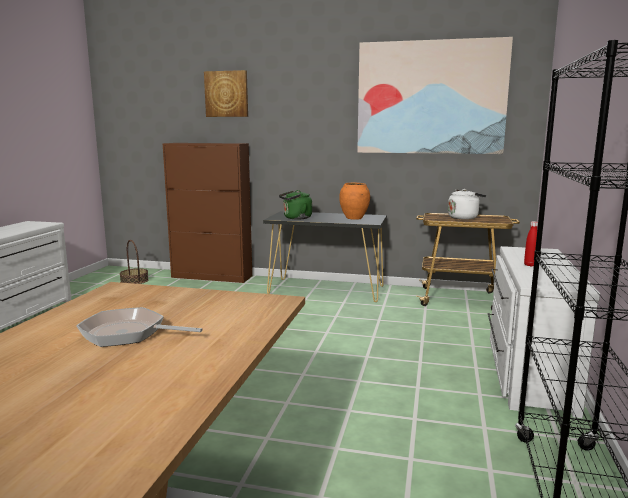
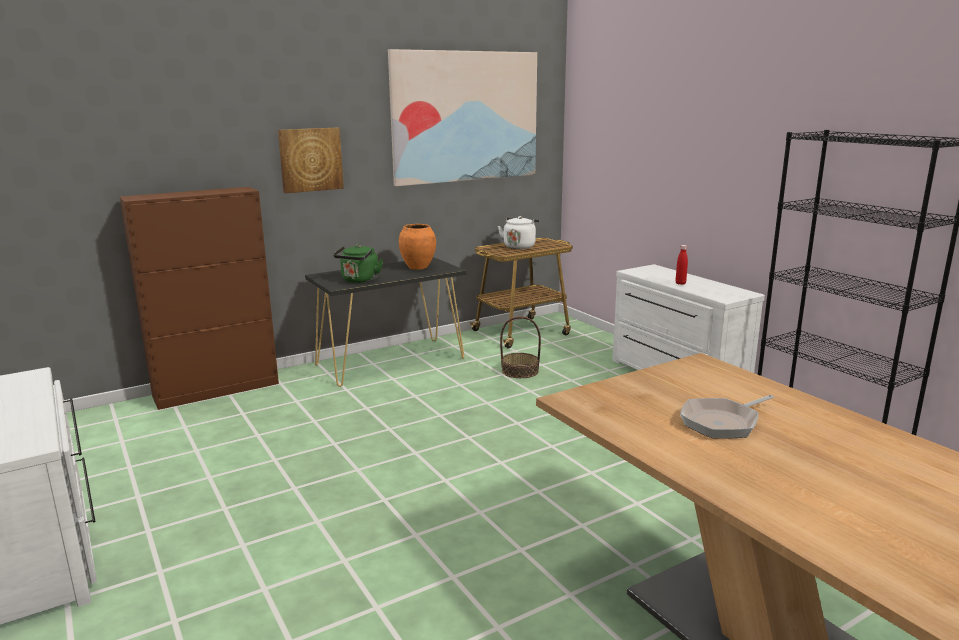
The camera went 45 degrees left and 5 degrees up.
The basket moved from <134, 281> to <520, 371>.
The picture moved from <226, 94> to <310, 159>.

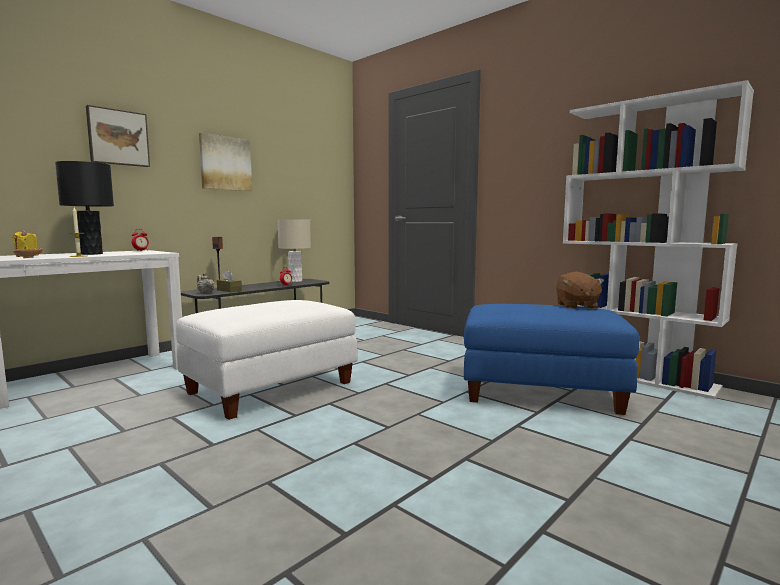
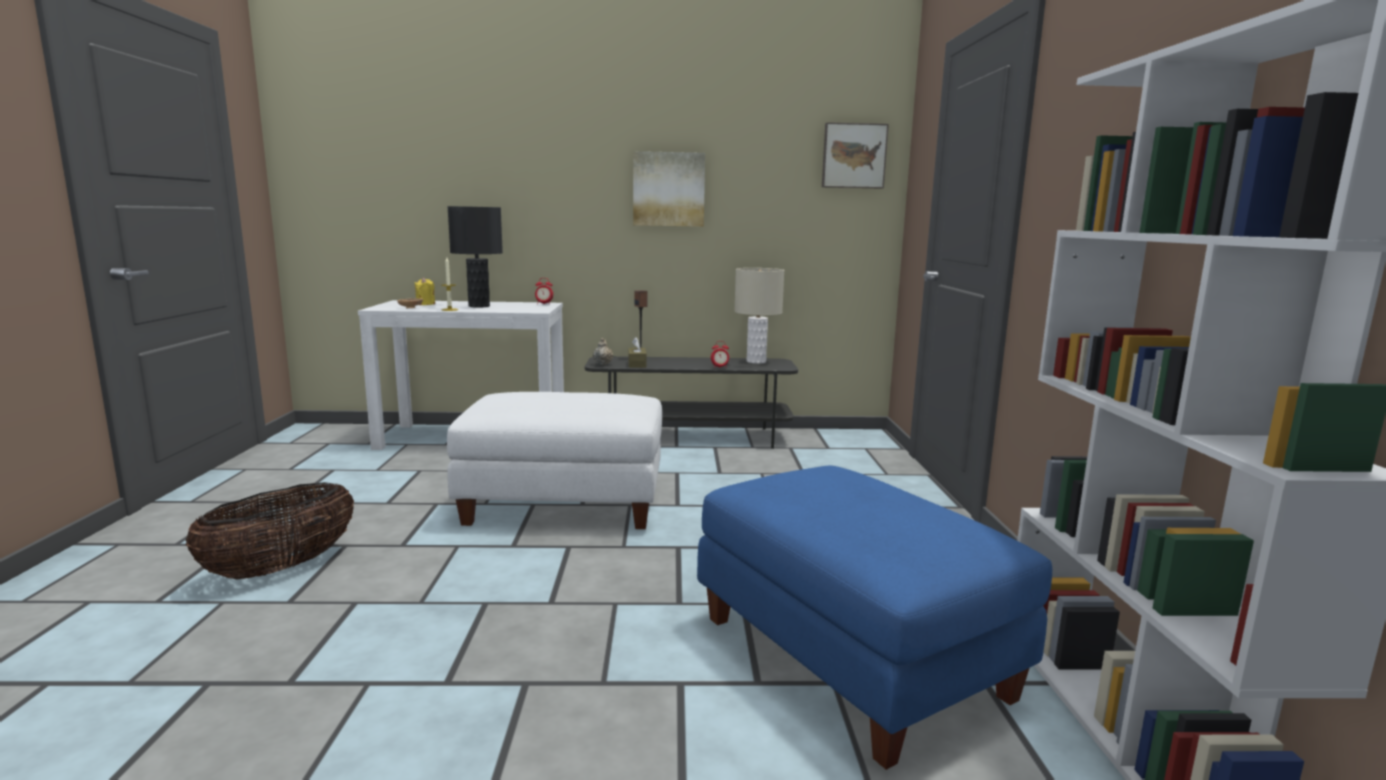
The camera went 45 degrees right and 5 degrees up.
The plush toy/brown at <576, 306> disappeared.
The basket at <281, 568> appeared.
The picture moved from <118, 137> to <853, 156>.

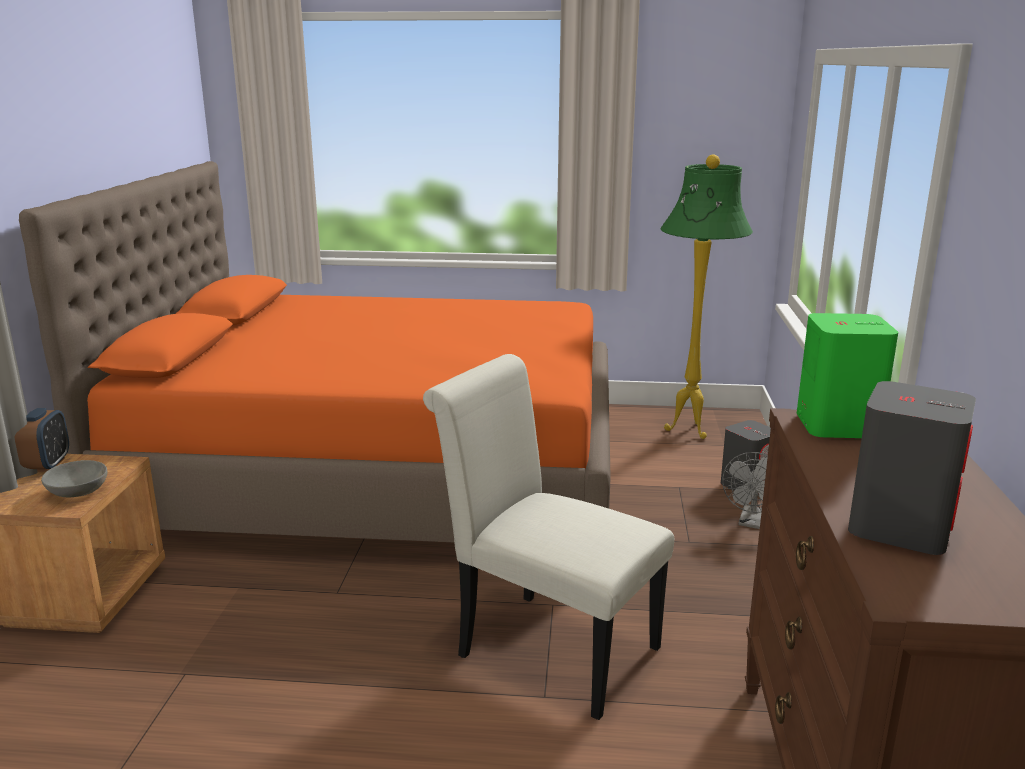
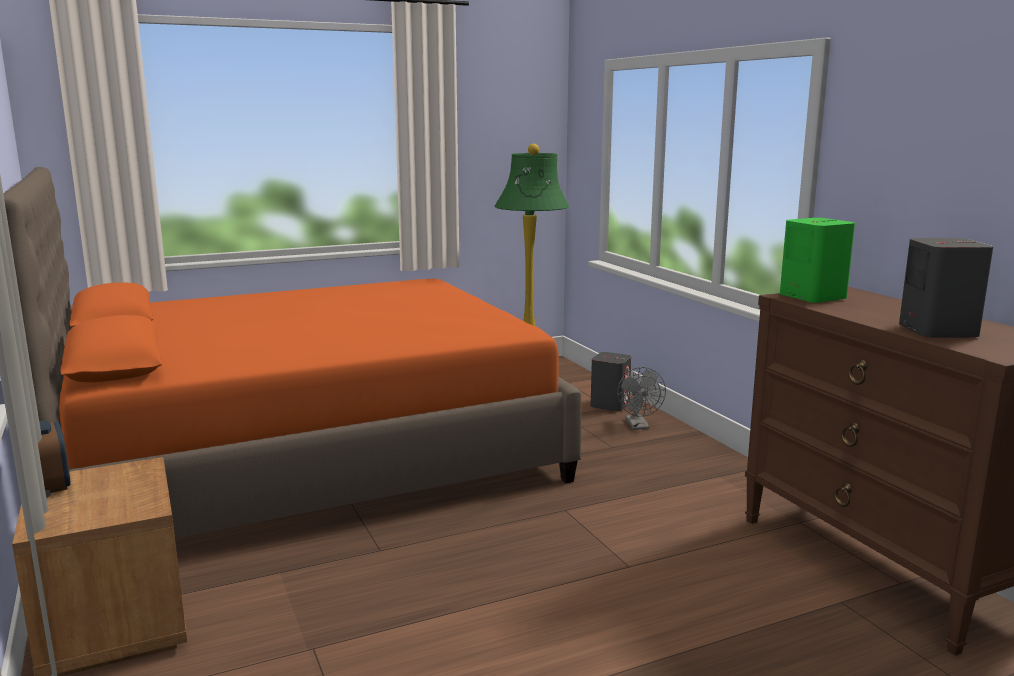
The camera went 30 degrees left and 5 degrees down.
The bowl/grey at <77, 492> disappeared.
The chair/white at <546, 647> disappeared.

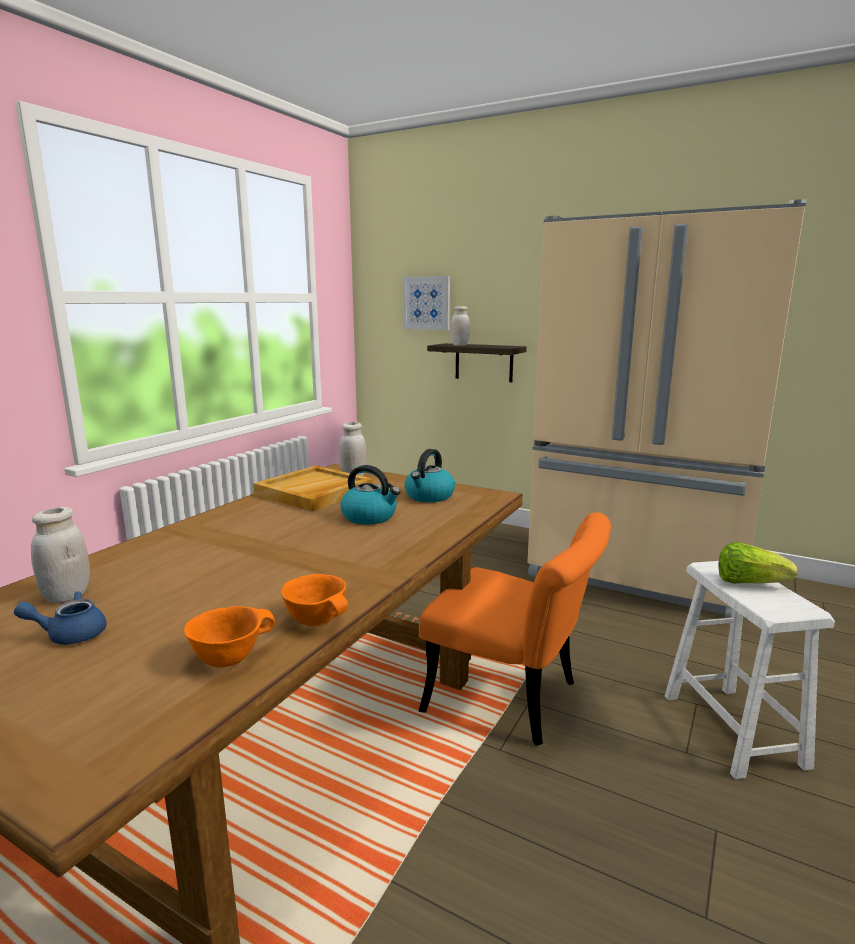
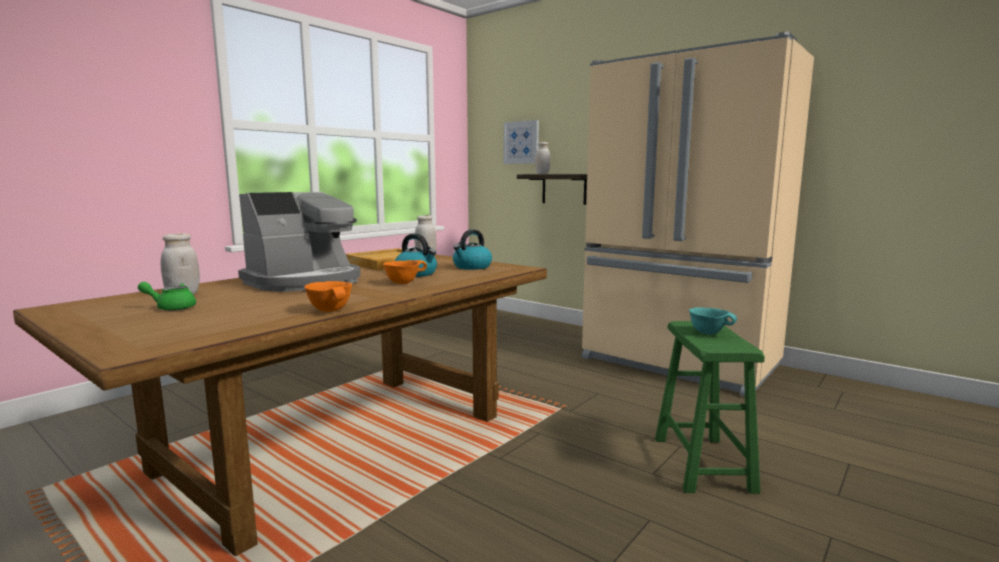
The camera went 10 degrees right and 5 degrees down.
The chair/orange at <514, 700> disappeared.
The coffee machine at <305, 282> appeared.
The bowl/orange moved from <229, 658> to <403, 283>.
The lettuce at <748, 583> was replaced by the bowl/turquoise at <709, 333>.
The teapot/blue at <69, 634> became the teapot/green at <171, 307>.
The stool/white at <733, 729> became the stool/green at <703, 464>.

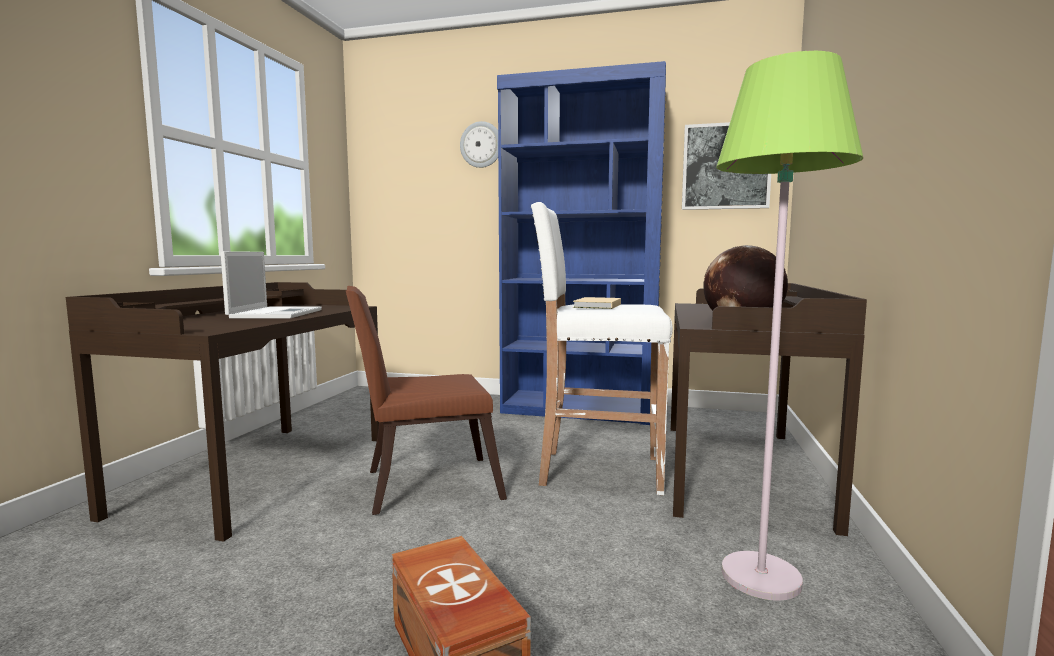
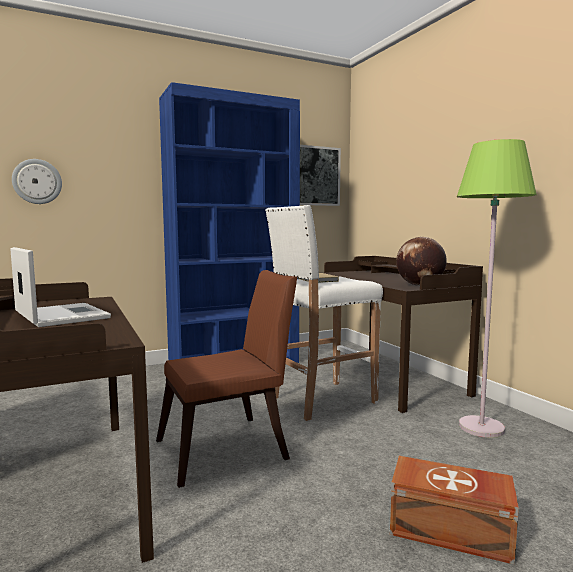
The camera went 40 degrees left and 0 degrees up.
The wall clock moved from <481, 145> to <37, 181>.
The chair/brown at <422, 485> turned 150 degrees counterclockwise.

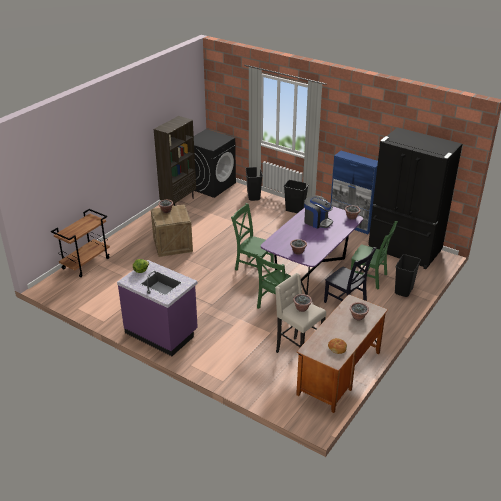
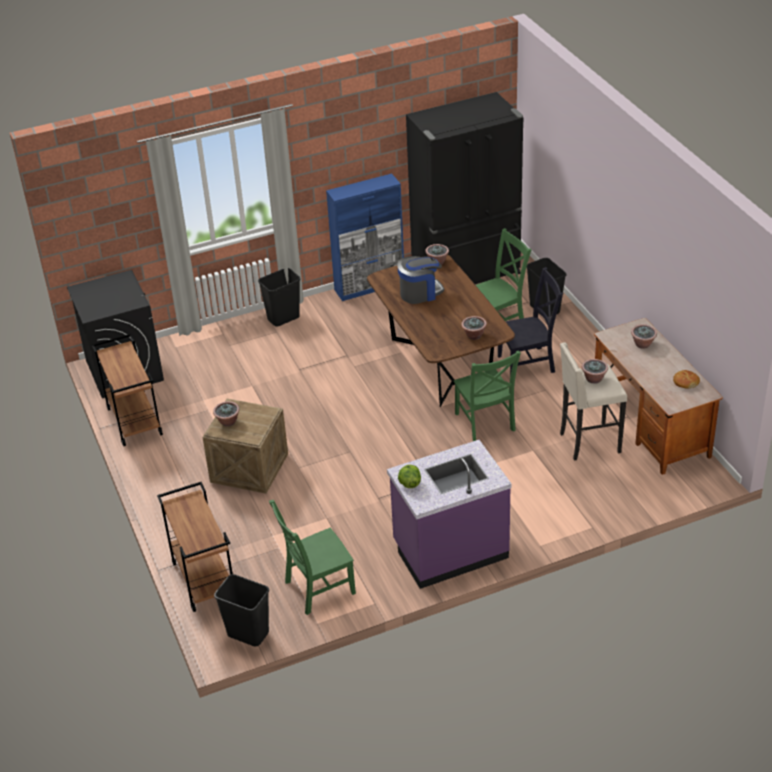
The camera went 55 degrees left and 5 degrees up.
The chair/green moved from <252, 266> to <317, 588>.
The trash can/black moved from <253, 196> to <247, 634>.
The bookcase/brown at <178, 202> was replaced by the cart/brown at <134, 421>.
The dining table/purple at <310, 272> became the dining table/brown at <439, 365>.

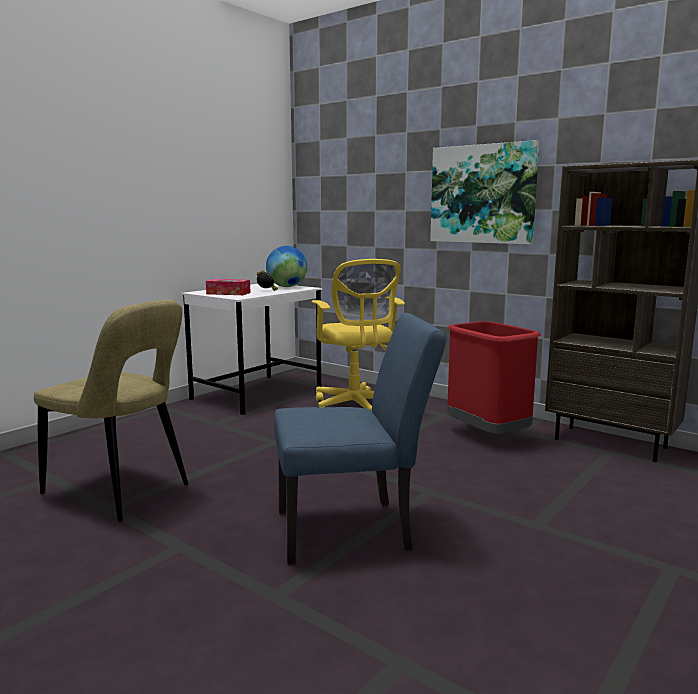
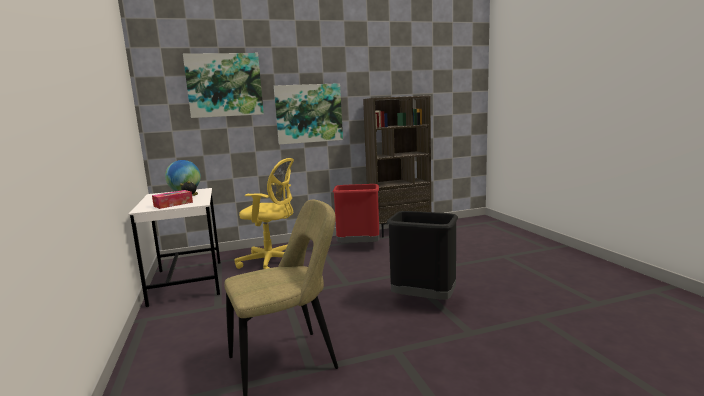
The camera went 55 degrees left and 0 degrees up.
The picture at <224, 85> appeared.
The chair/blue at <354, 529> was replaced by the trash can/black at <424, 299>.

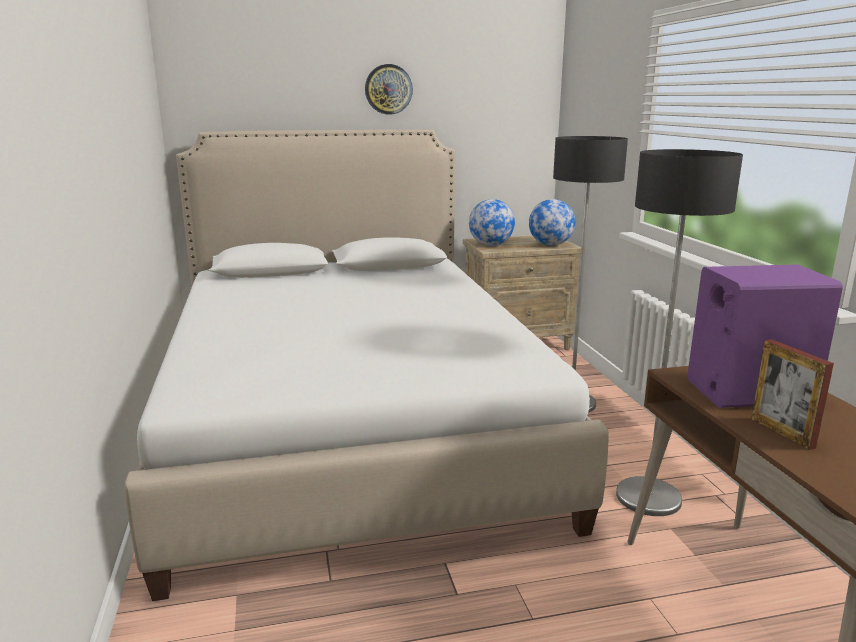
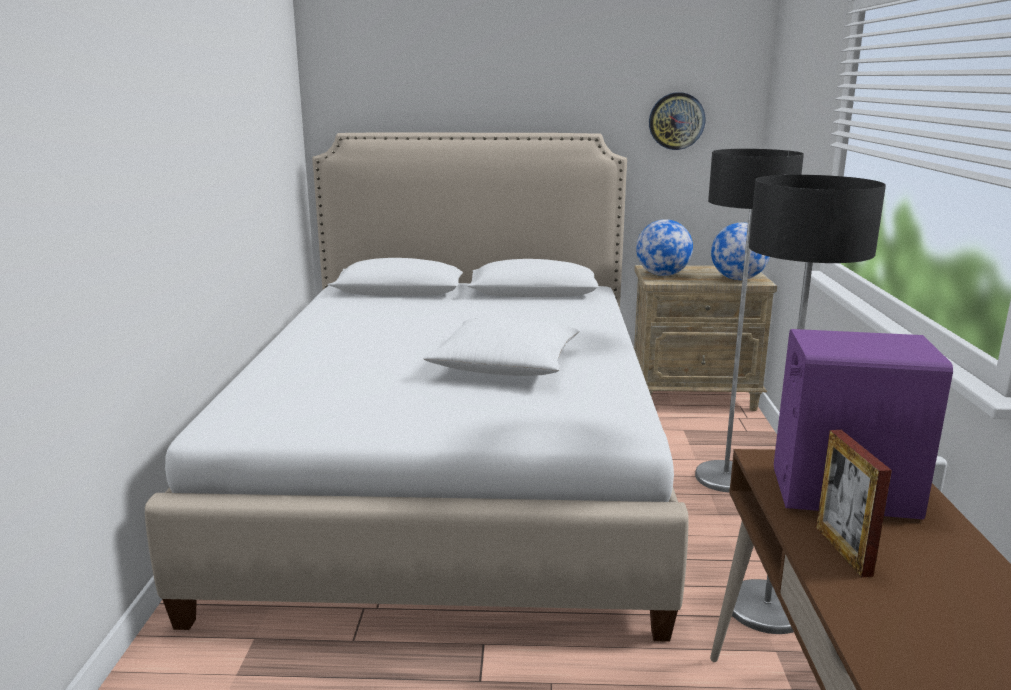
The camera went 15 degrees right and 0 degrees up.
The pillow/white at <506, 365> appeared.
The wall clock moved from <388, 89> to <676, 121>.

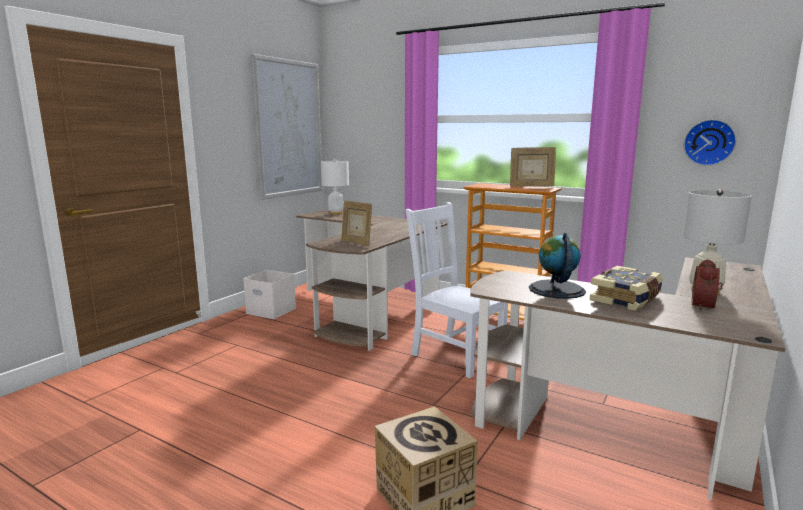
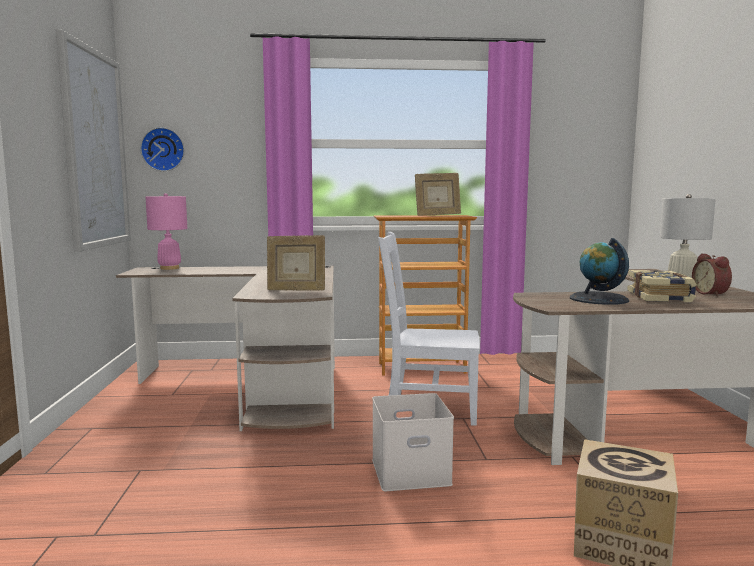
The camera went 35 degrees left and 5 degrees down.
The storage box/white moved from <270, 310> to <409, 472>.
The wall clock moved from <709, 142> to <163, 149>.
The table lamp/white at <336, 213> became the table lamp/pink at <169, 268>.

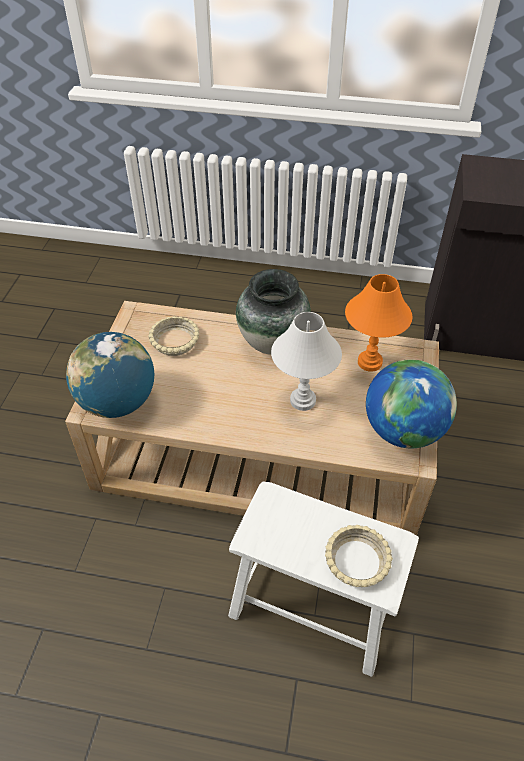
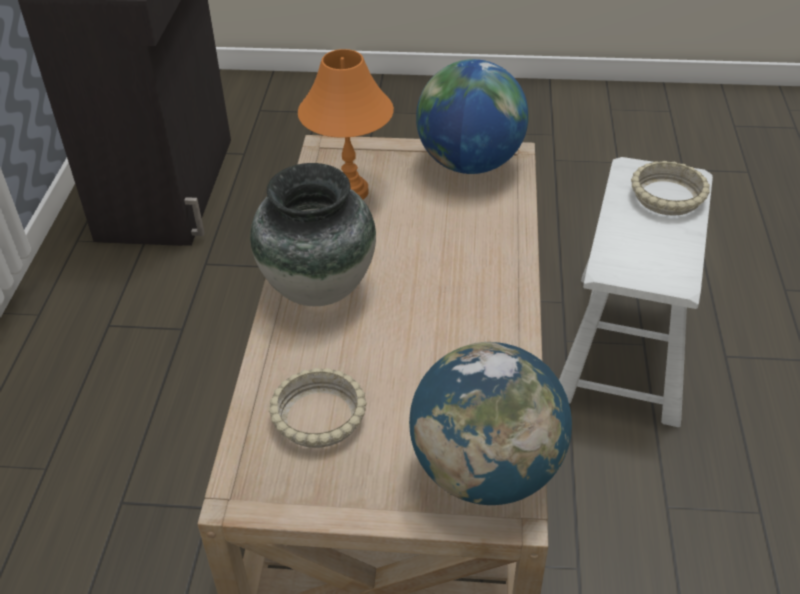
The camera went 95 degrees left and 5 degrees down.
The table lamp/white at <302, 400> disappeared.

